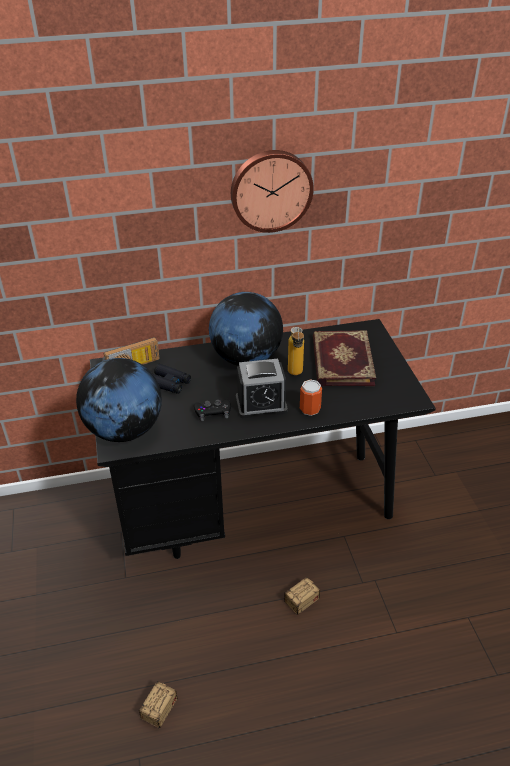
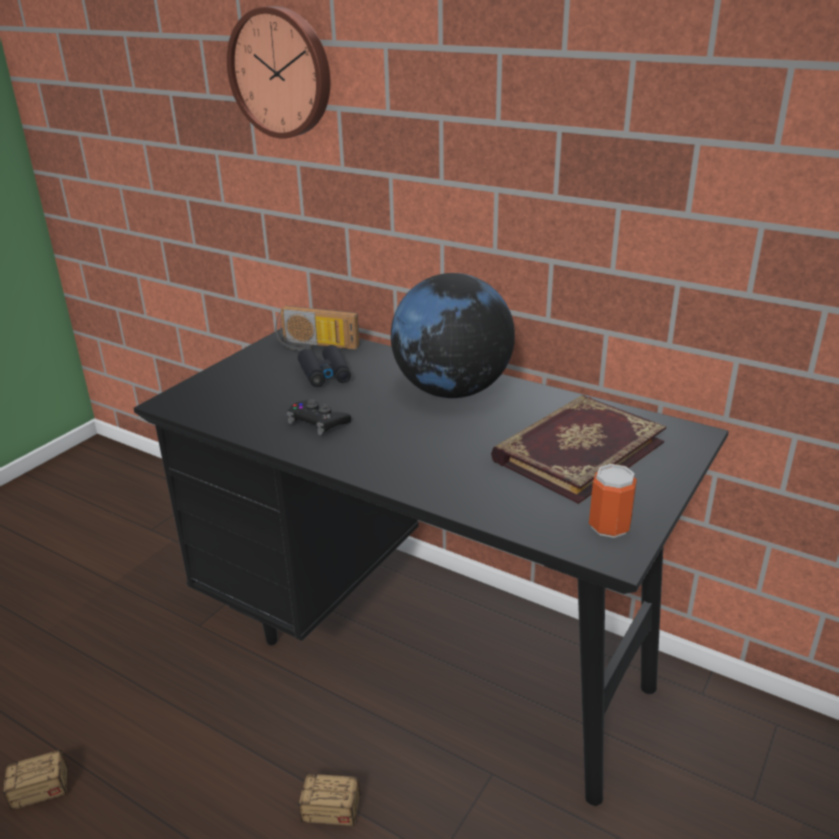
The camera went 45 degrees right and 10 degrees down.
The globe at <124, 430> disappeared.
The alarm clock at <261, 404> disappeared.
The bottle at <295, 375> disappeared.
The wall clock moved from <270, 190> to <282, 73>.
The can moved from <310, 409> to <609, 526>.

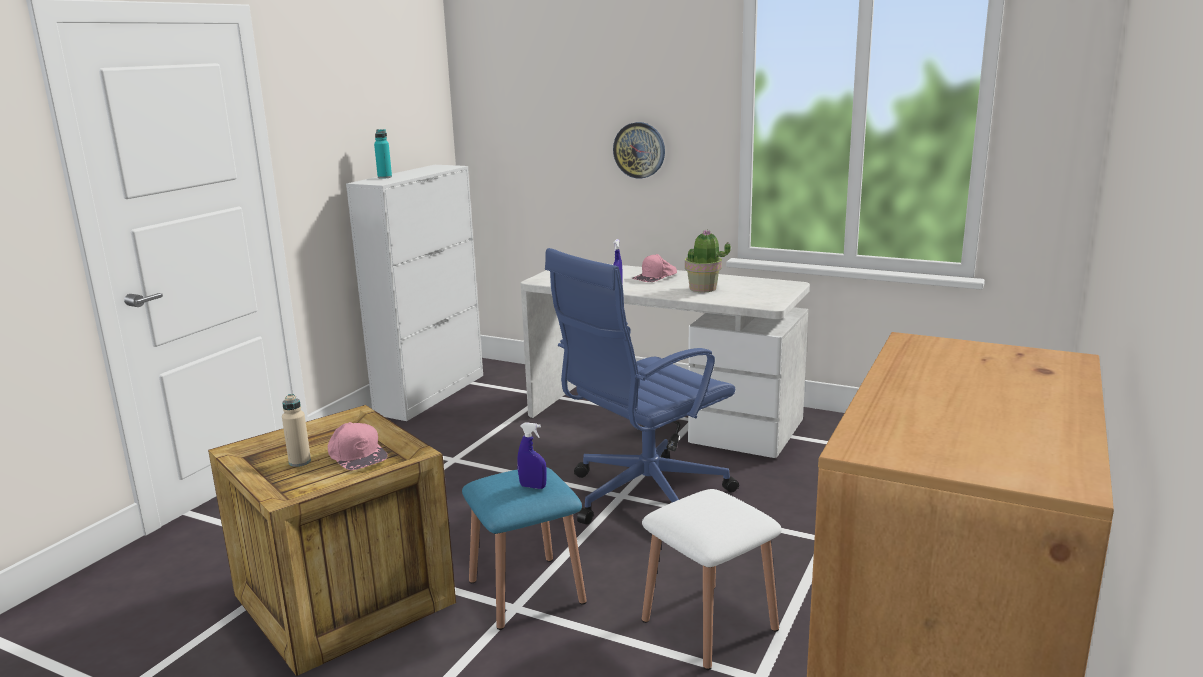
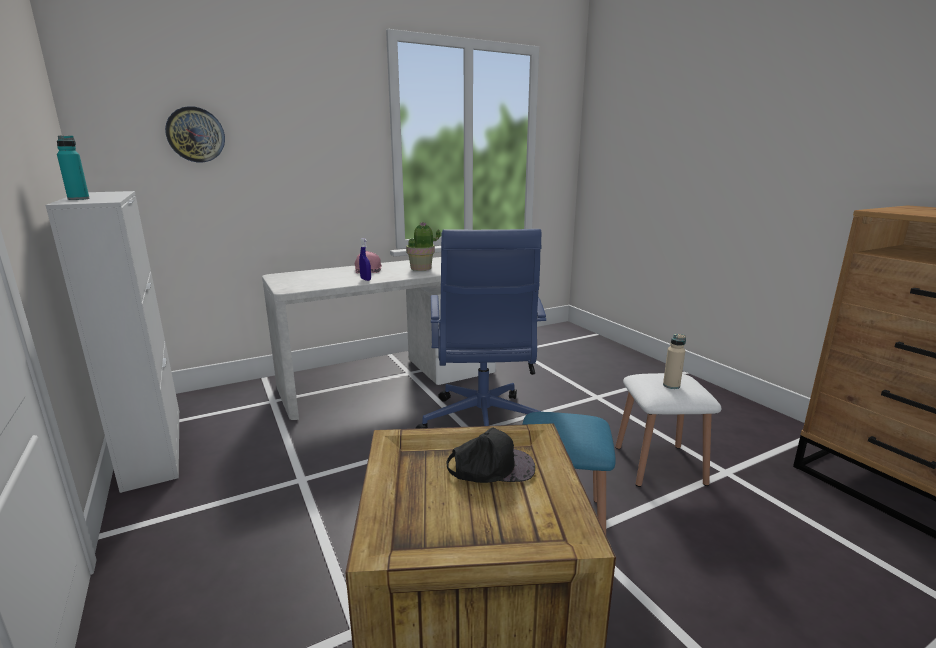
The camera went 55 degrees left and 0 degrees up.
The spray bottle/blue at <533, 486> disappeared.
The bottle/beige moved from <300, 462> to <671, 385>.
The wall clock moved from <639, 150> to <195, 135>.
The cap/pink at <357, 454> became the cap/black at <491, 467>.

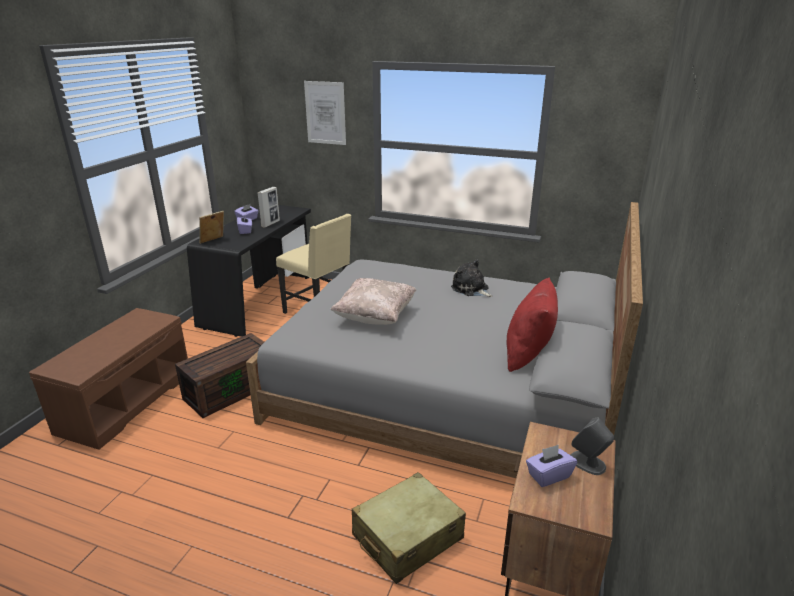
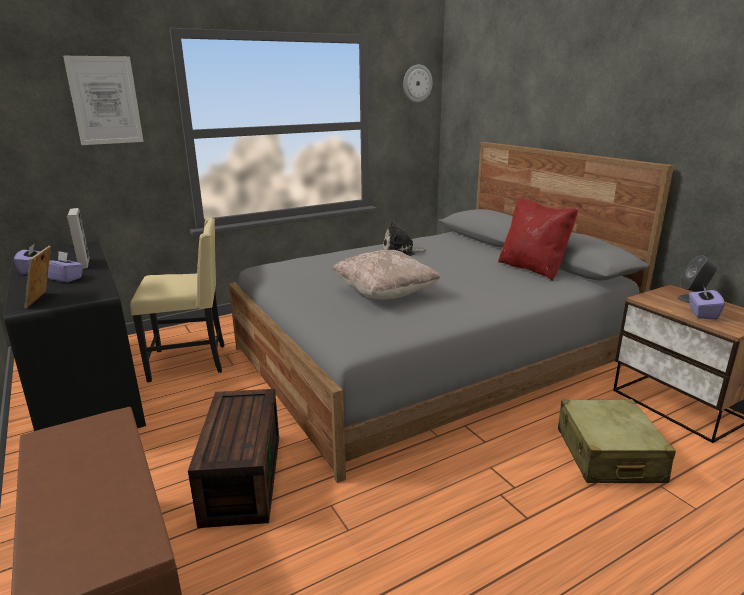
The camera went 50 degrees left and 5 degrees down.
The wall clock at <417, 83> appeared.

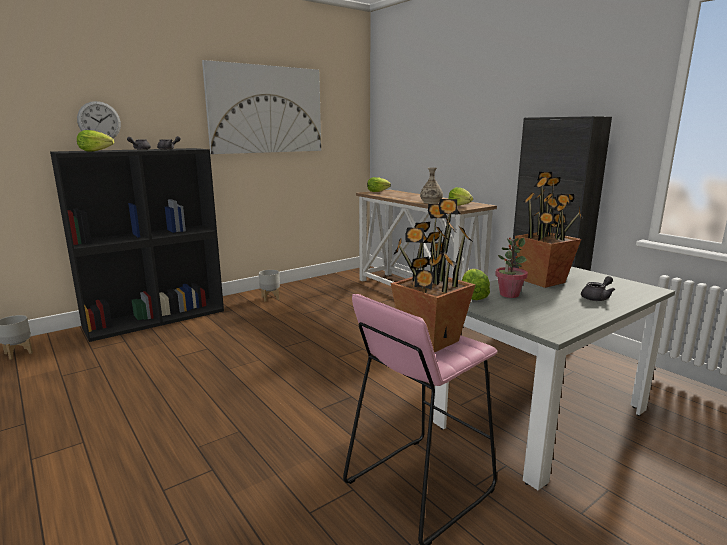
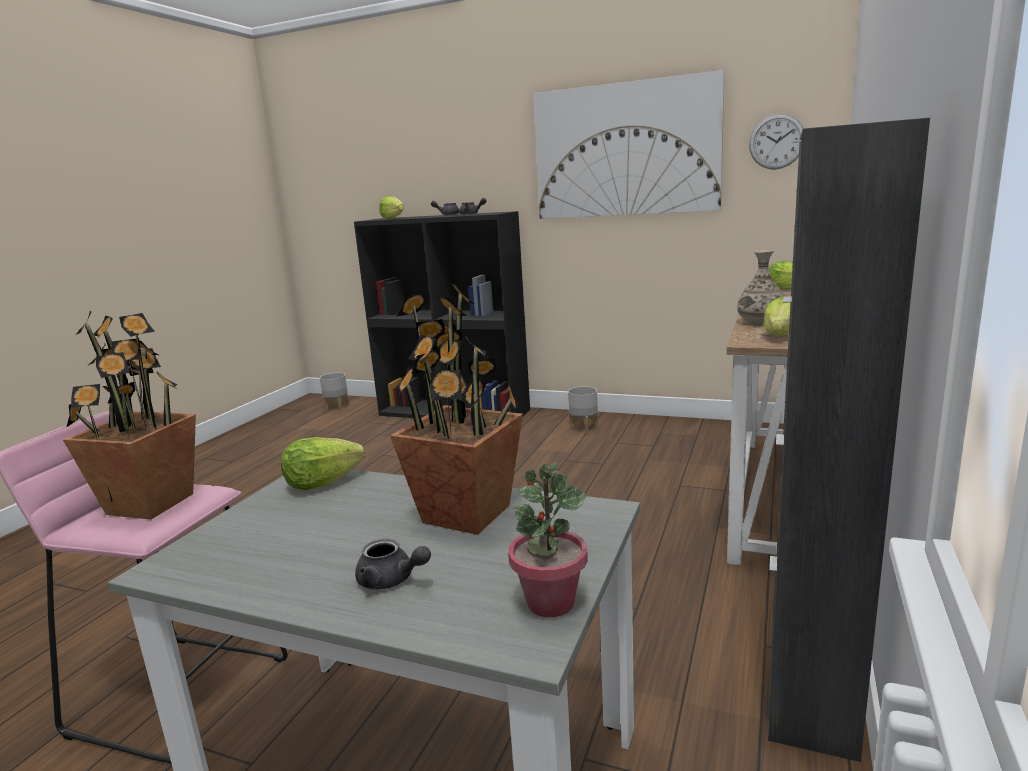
The camera went 60 degrees right and 0 degrees up.
The wall clock moved from <99, 121> to <776, 141>.
The potted plant moved from <509, 294> to <550, 602>.

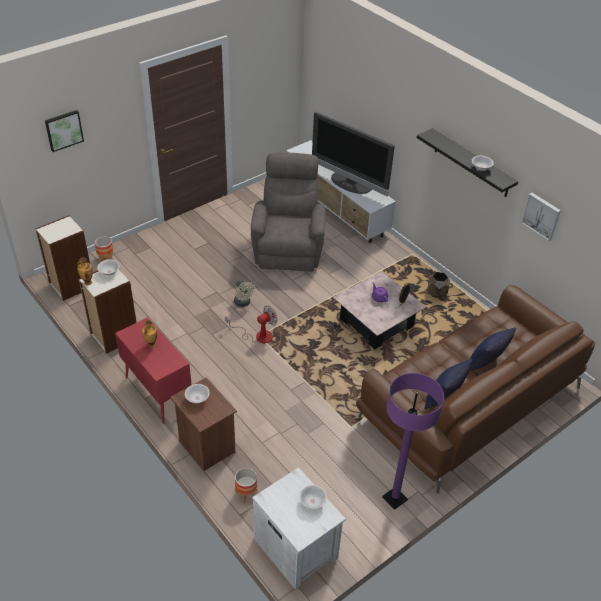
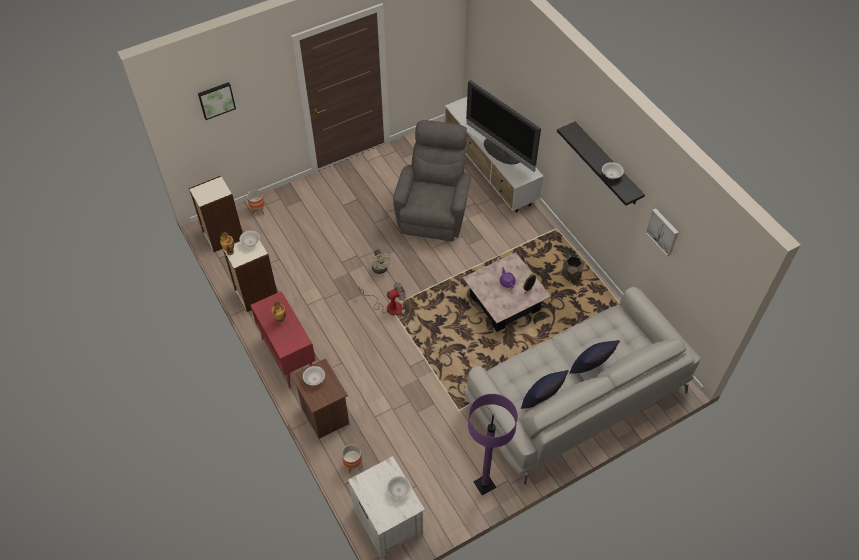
The camera went 10 degrees right and 10 degrees up.
The sofa/brown at <469, 402> became the sofa/grey at <575, 397>.

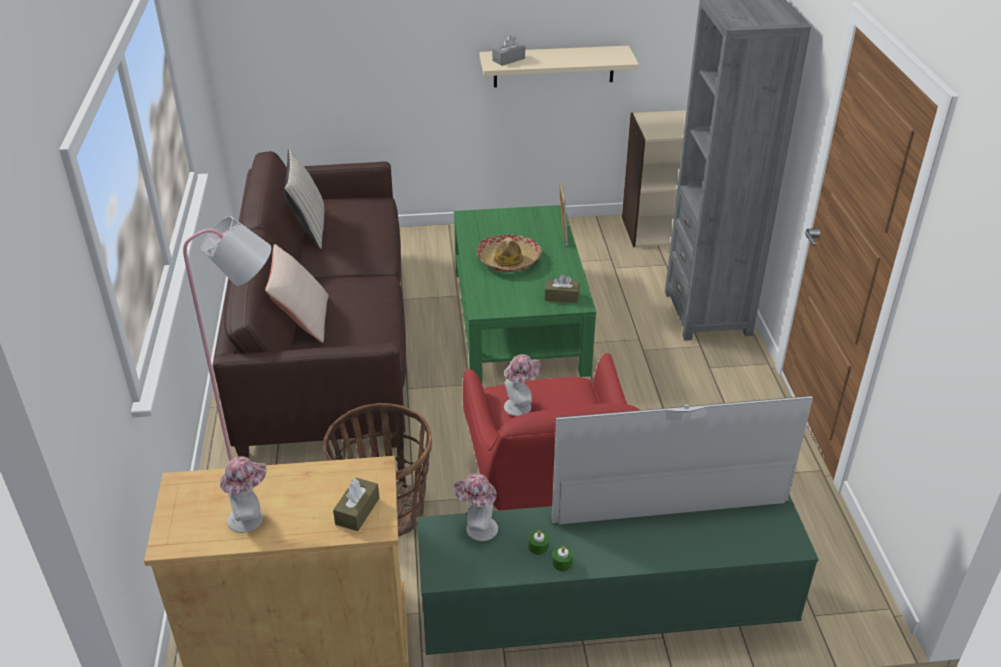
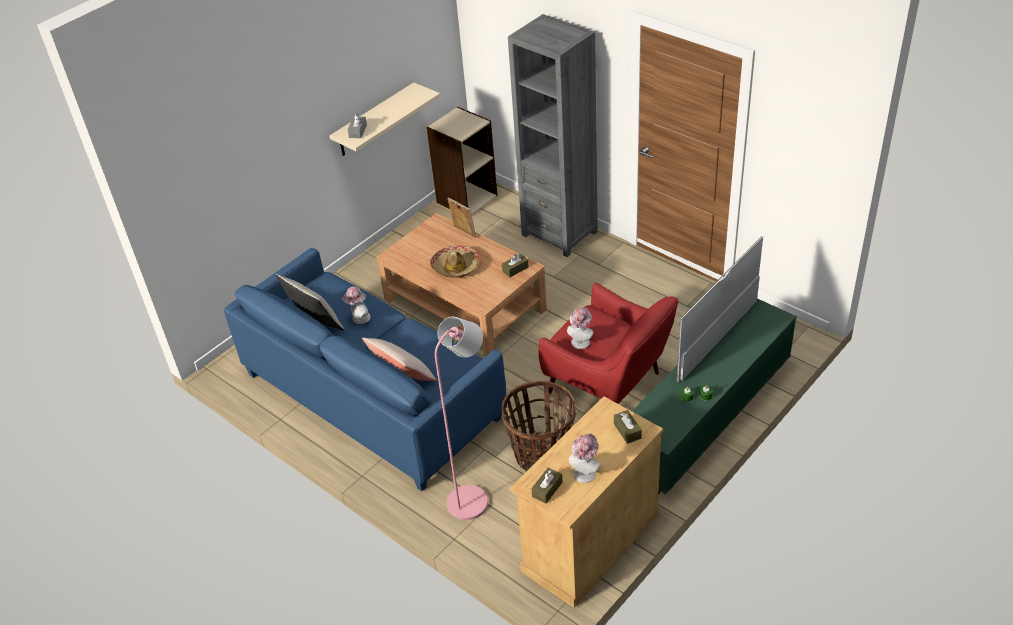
The camera went 40 degrees left and 5 degrees up.
The tissue box/brown at <547, 489> appeared.
The hat moved from <477, 528> to <359, 319>.
The sofa/brown at <327, 344> became the sofa/blue at <372, 395>.
The coffee table/green at <518, 319> became the coffee table/brown at <463, 304>.

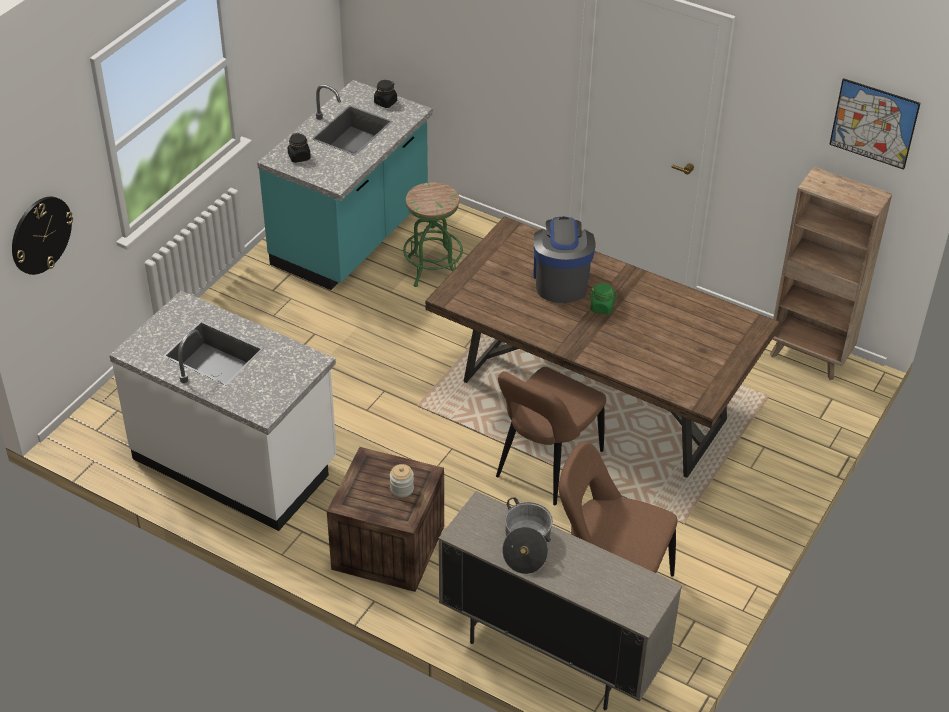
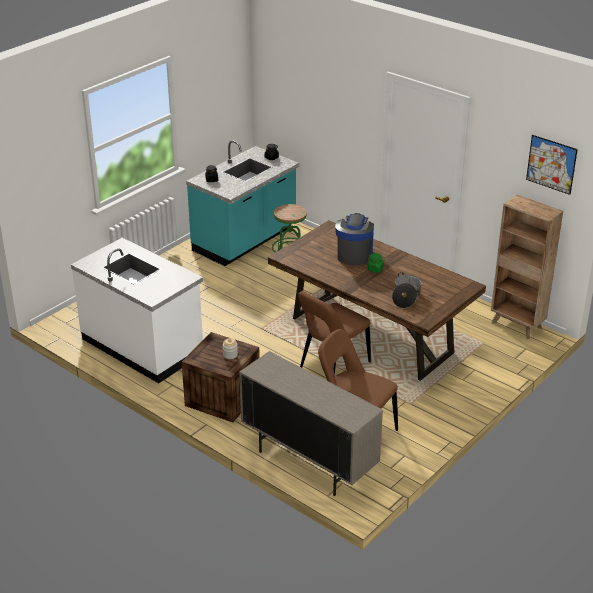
The camera went 10 degrees right and 10 degrees down.
The wall clock at <41, 235> disappeared.
The cooking pot moved from <526, 545> to <406, 297>.

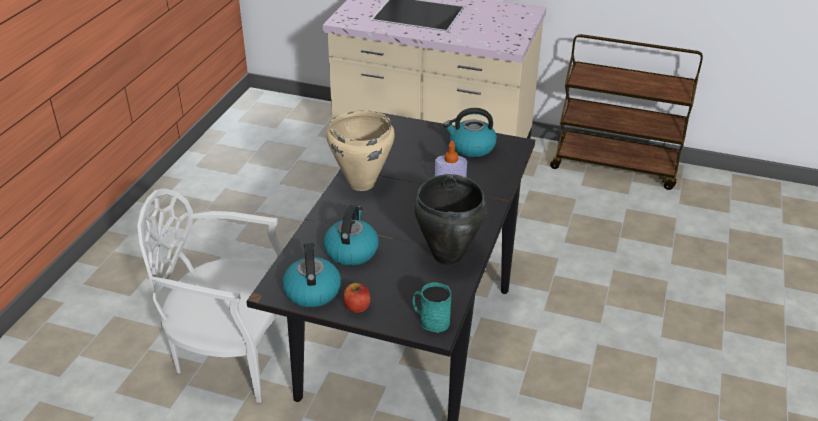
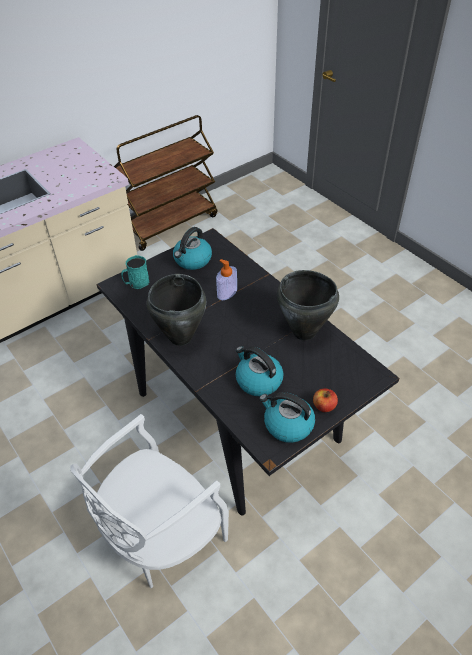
The camera went 55 degrees left and 10 degrees up.
The mug/turquoise moved from <430, 320> to <136, 283>.
The cooking pot/beige at <361, 183> became the cooking pot/black at <180, 337>.

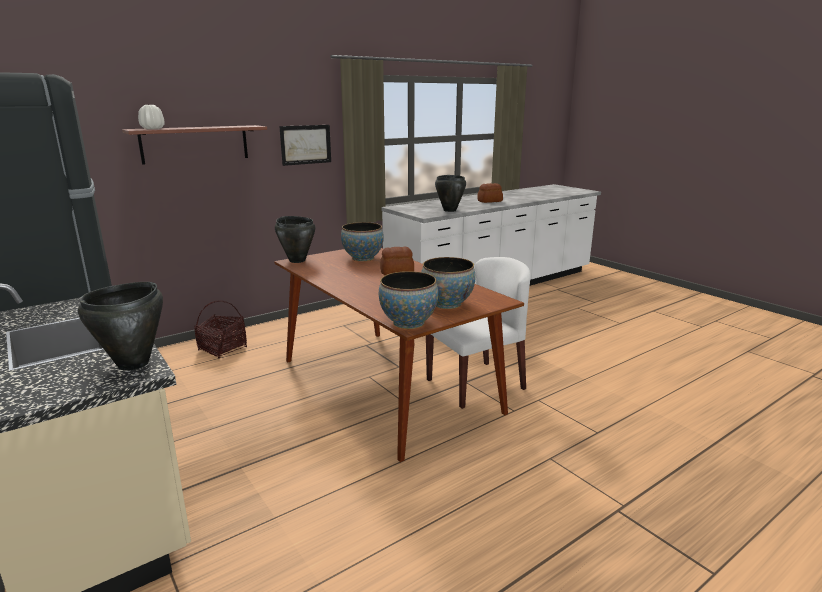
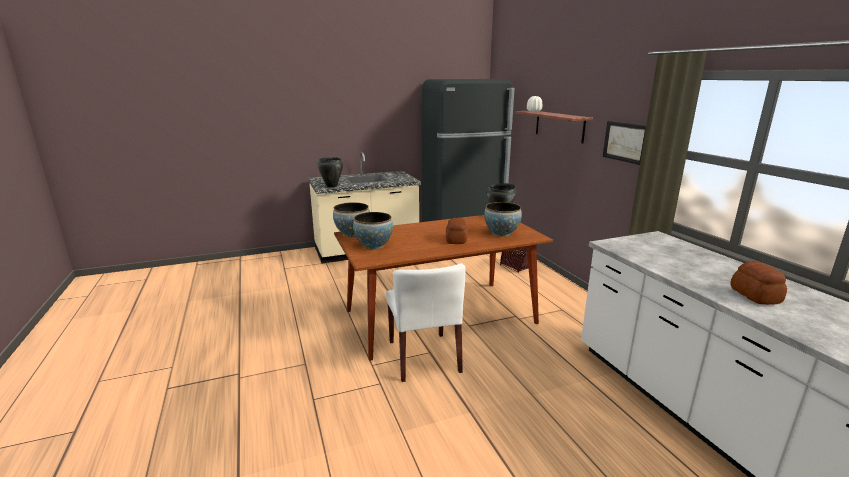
The camera went 105 degrees right and 0 degrees up.
The cooking pot/black at <449, 210> disappeared.

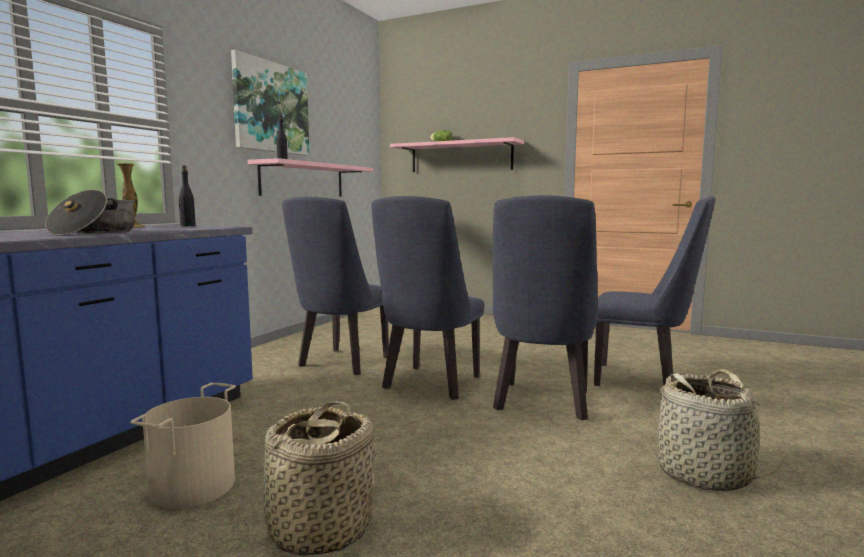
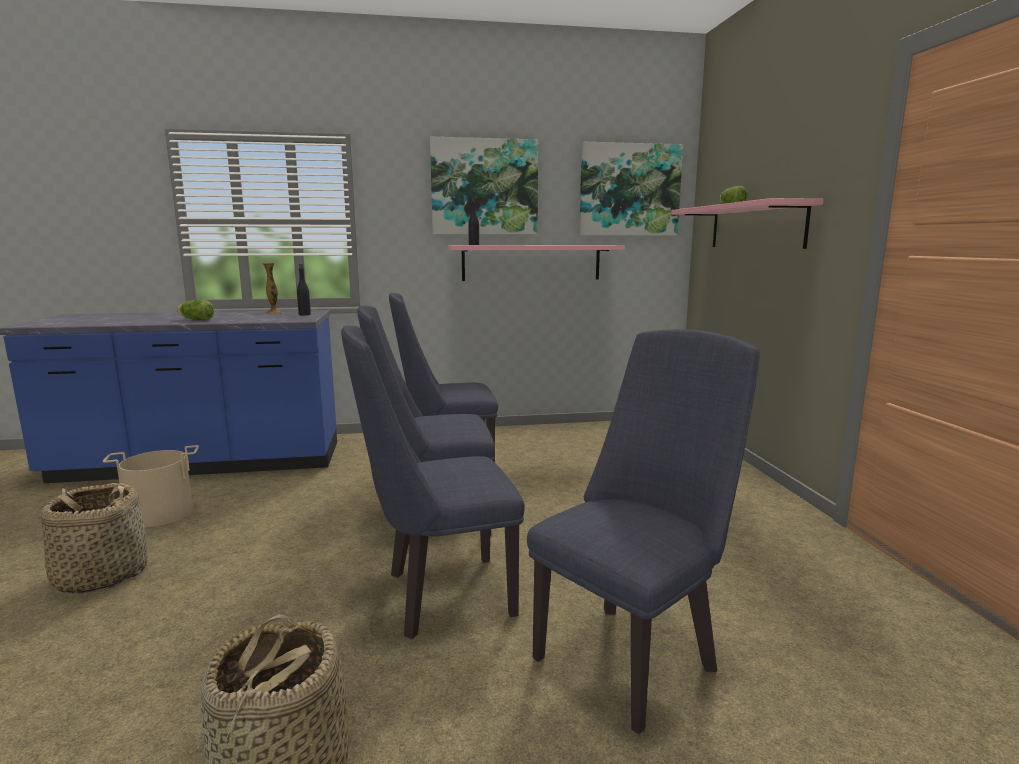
The camera went 55 degrees right and 5 degrees up.
The picture at <629, 190> appeared.
The cooking pot at <94, 232> was replaced by the lettuce at <195, 319>.
The chair/blue at <644, 380> turned 120 degrees counterclockwise.

